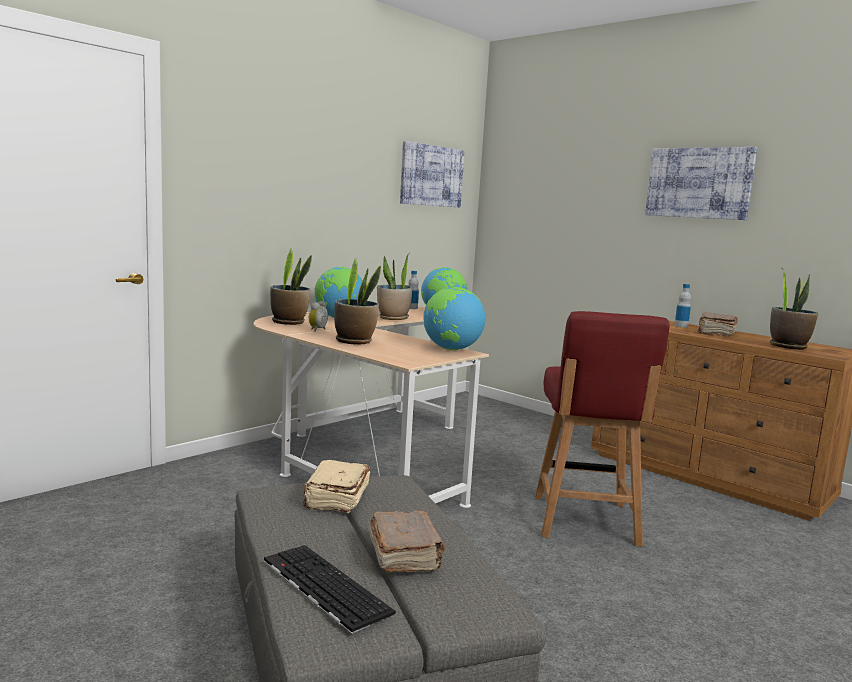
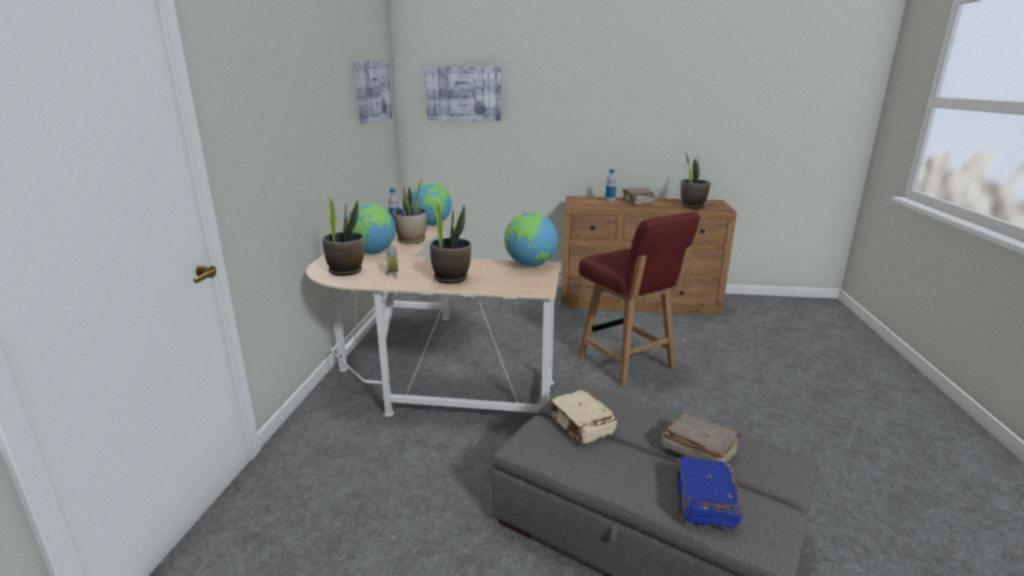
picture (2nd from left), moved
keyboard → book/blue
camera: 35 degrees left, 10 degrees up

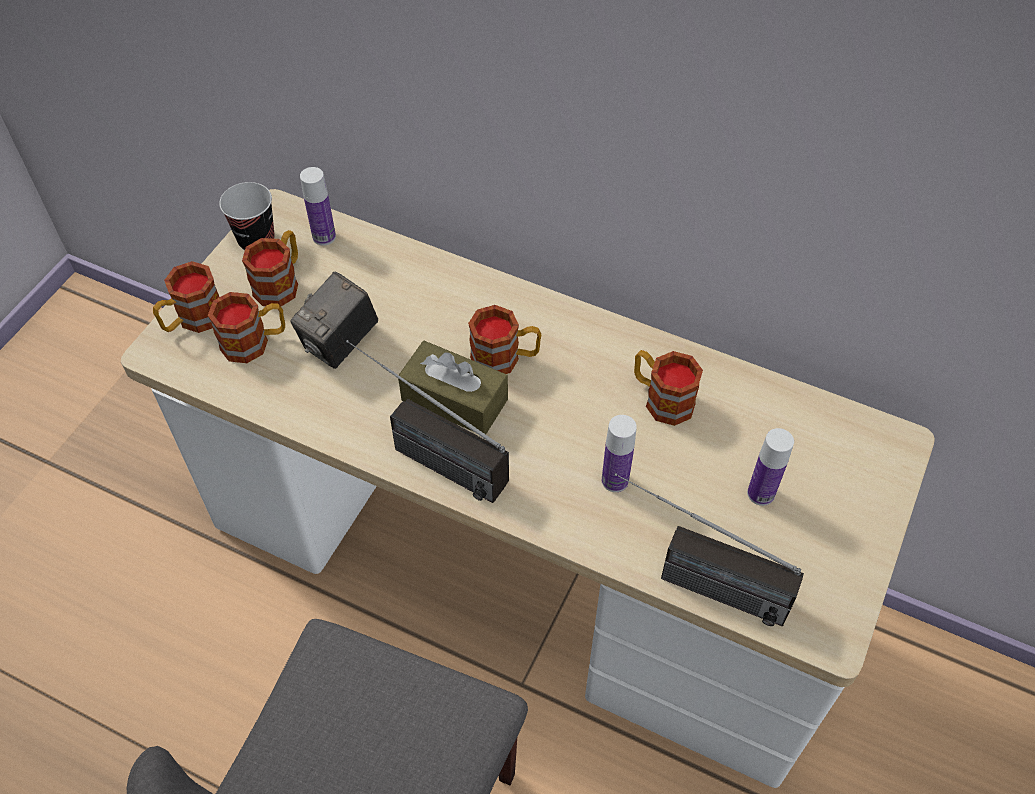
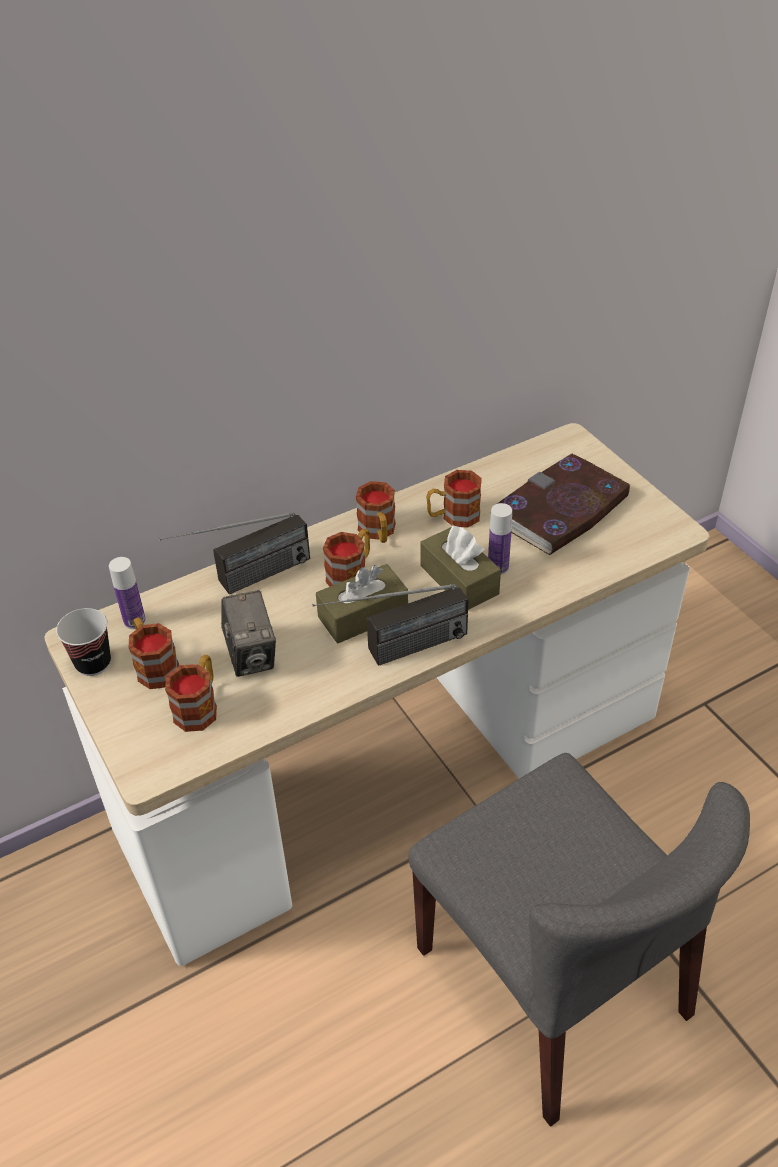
- → tissue box/brown (2nd from left)
mug (1st from left in the first image) → mug (4th from left), moved
radio (2nd from left in the first image) → radio (1st from left), moved
bottle (3rd from left) → book
camera: 55 degrees left, 10 degrees down

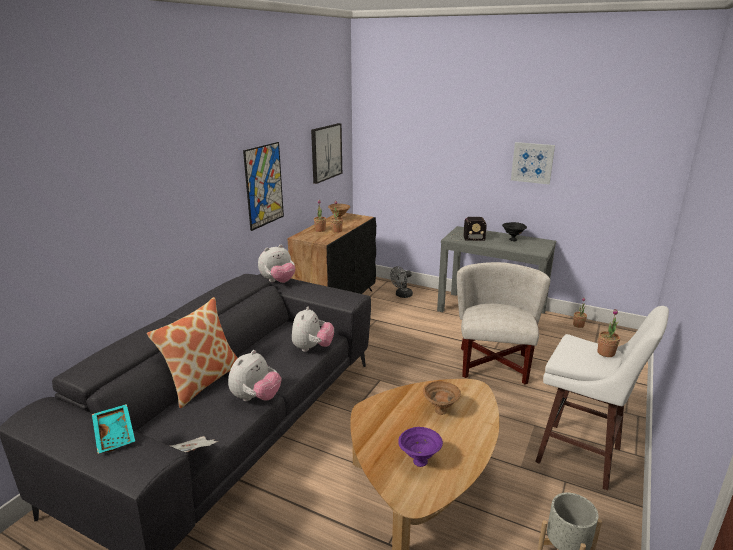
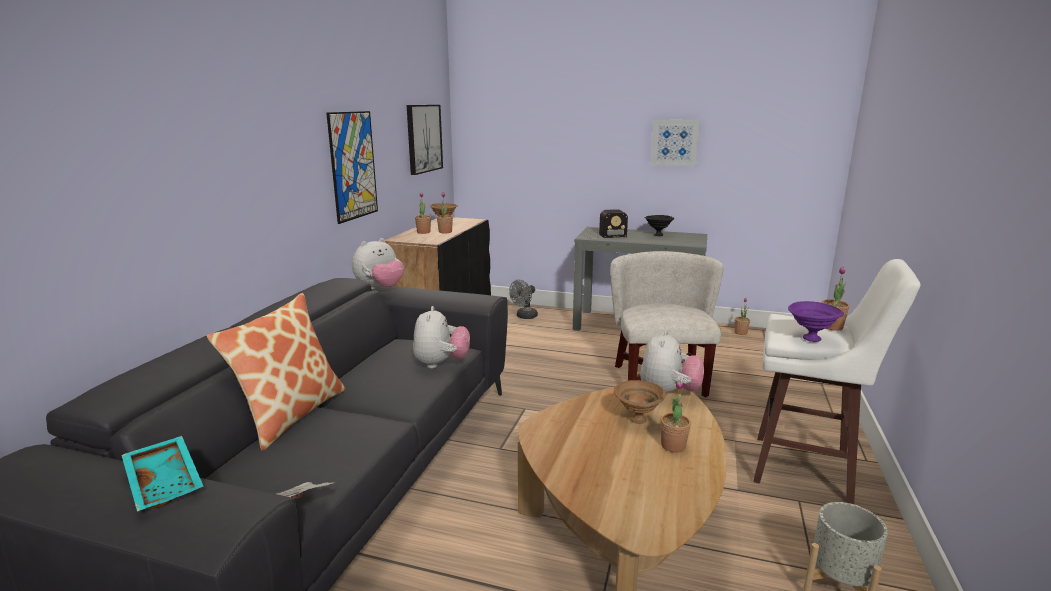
- → potted plant (3rd from left)
plush toy (1st from left in the first image) → plush toy (3rd from left), moved
bowl/purple, moved
camera: 10 degrees left, 5 degrees down

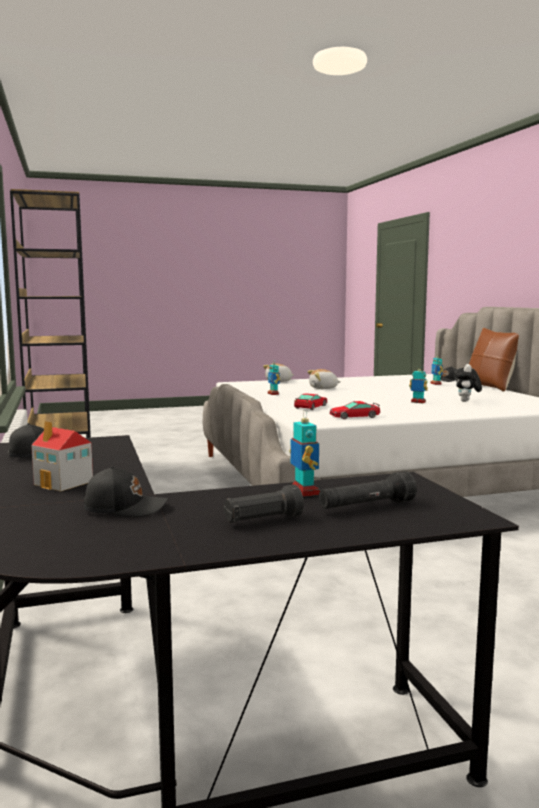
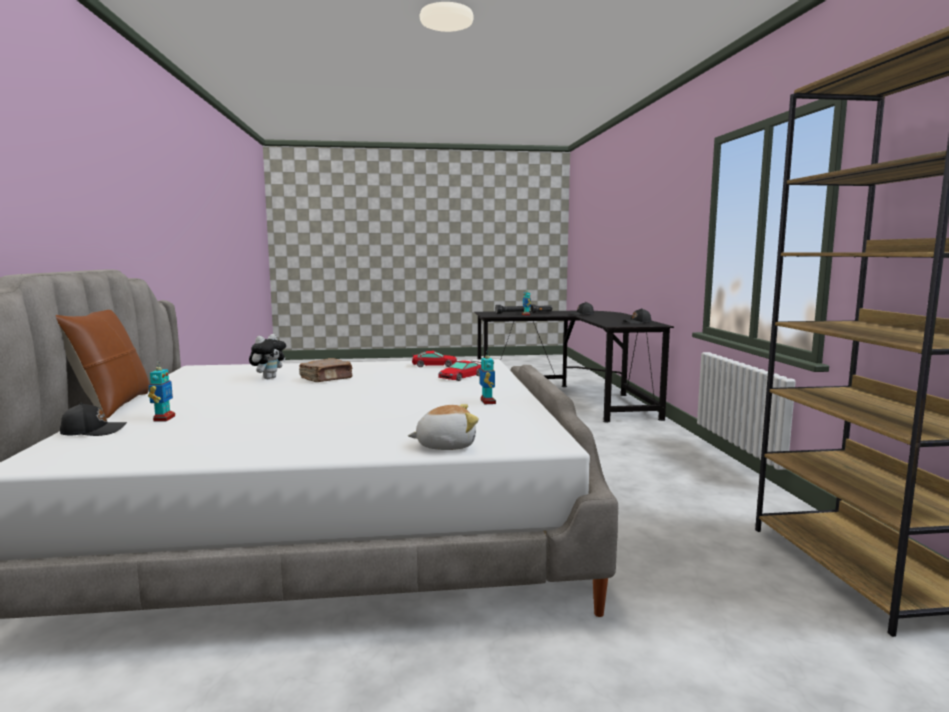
toy house → -
plush toy (2nd from left) → -
toy robot (3rd from left) → book/brown
camera: 170 degrees left, 0 degrees up

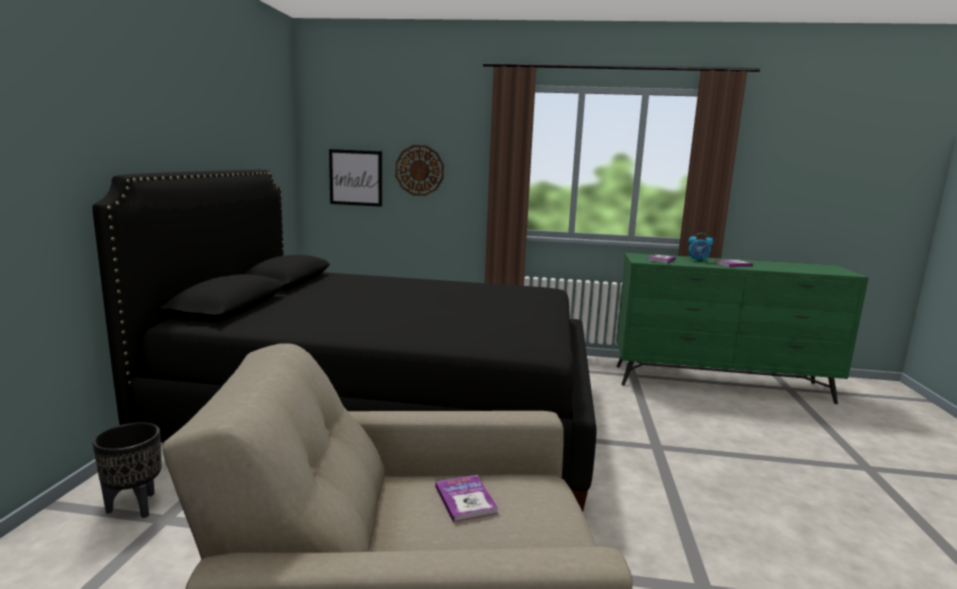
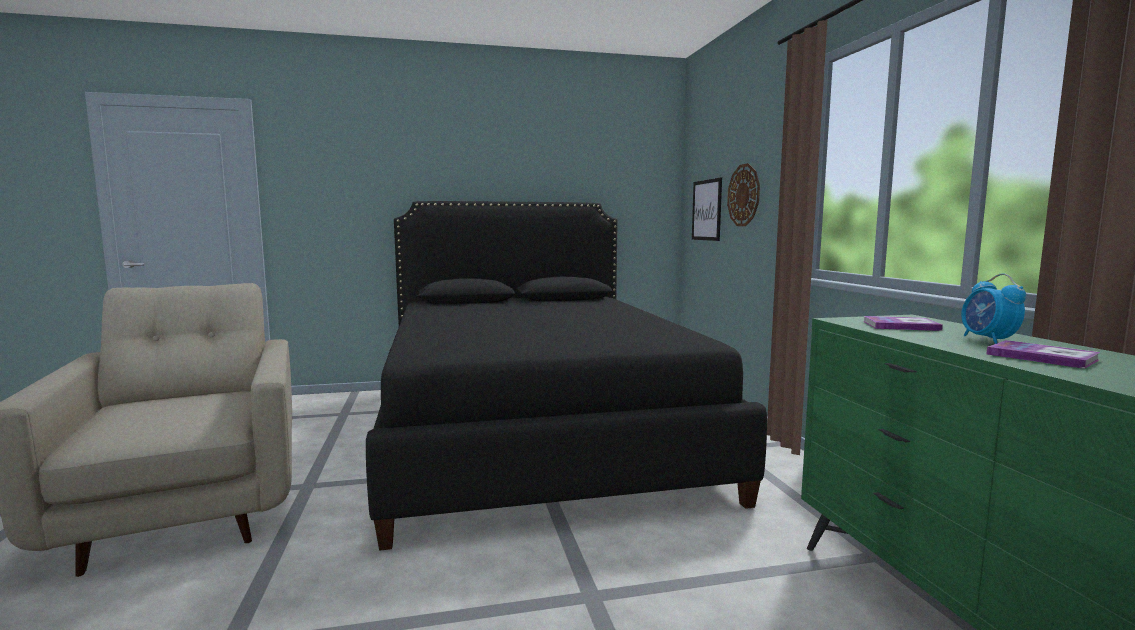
planter/black → -
book (1st from left) → -
camera: 70 degrees right, 5 degrees down

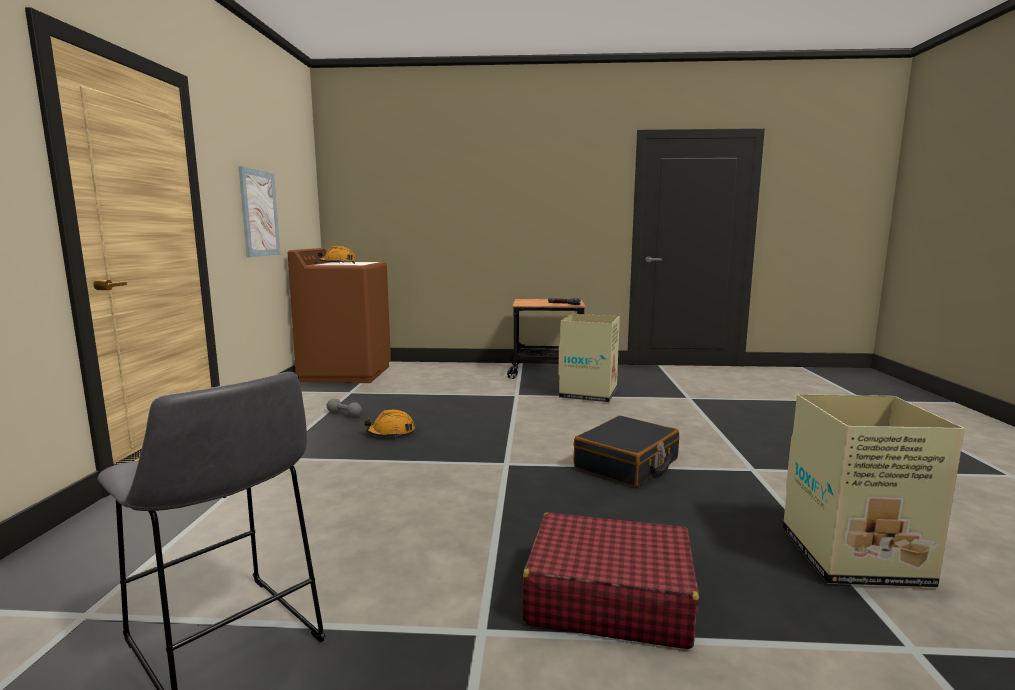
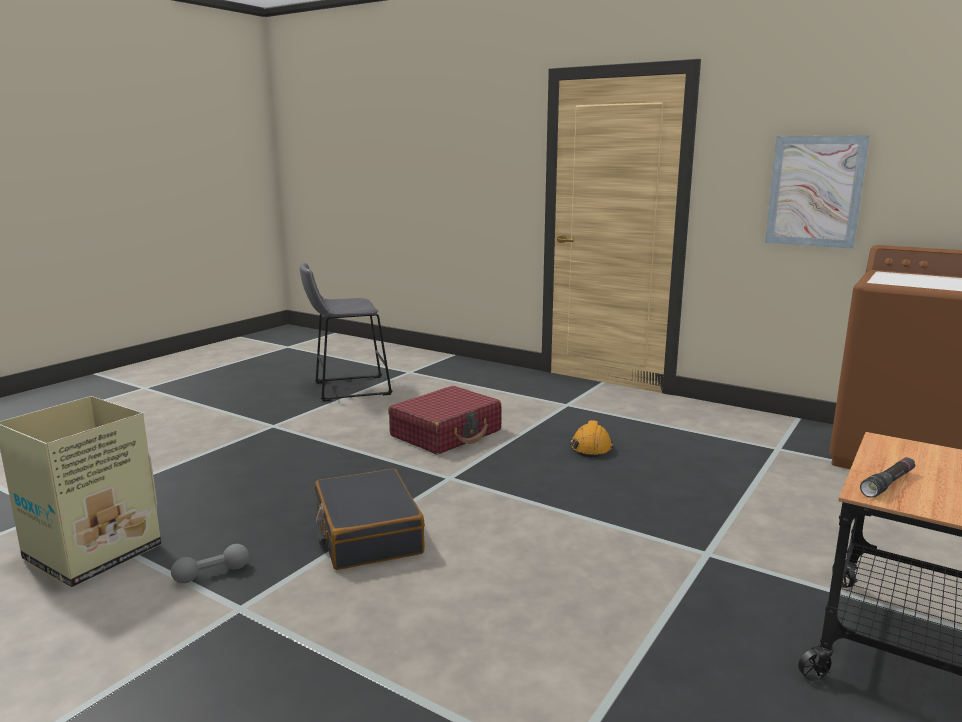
hard hat/orange (1st from left) → -
cardboard box (1st from left) → -
dumbbell/grey, moved
suitcase/red, moved
camera: 120 degrees right, 5 degrees up

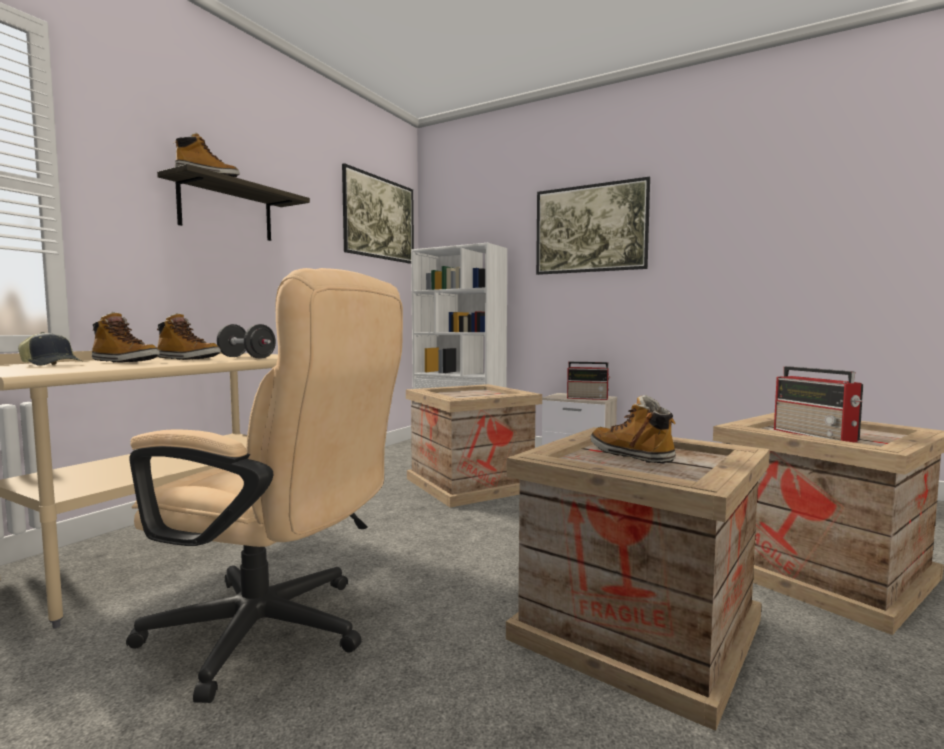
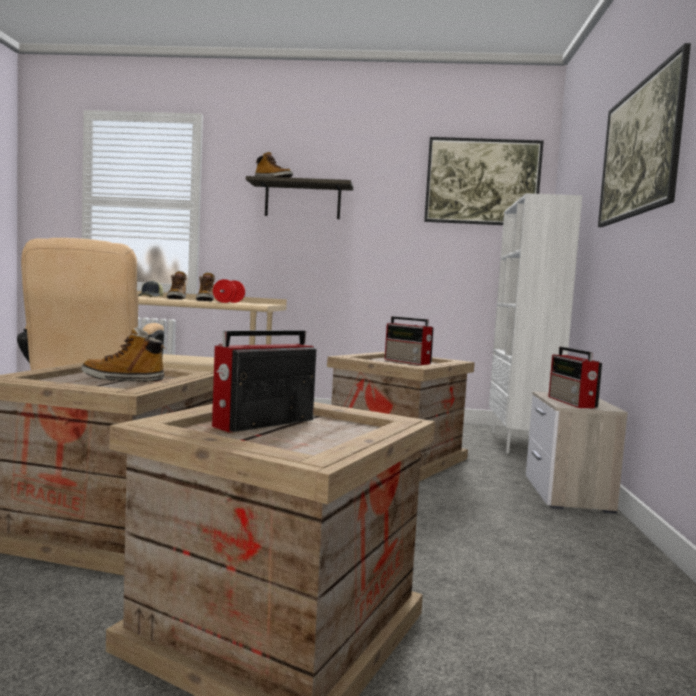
- → radio (2nd from left)
dumbbell/black → dumbbell/red
boot (4th from left in the first image) → boot (1st from left), 120 degrees counterclockwise
camera: 65 degrees right, 0 degrees up

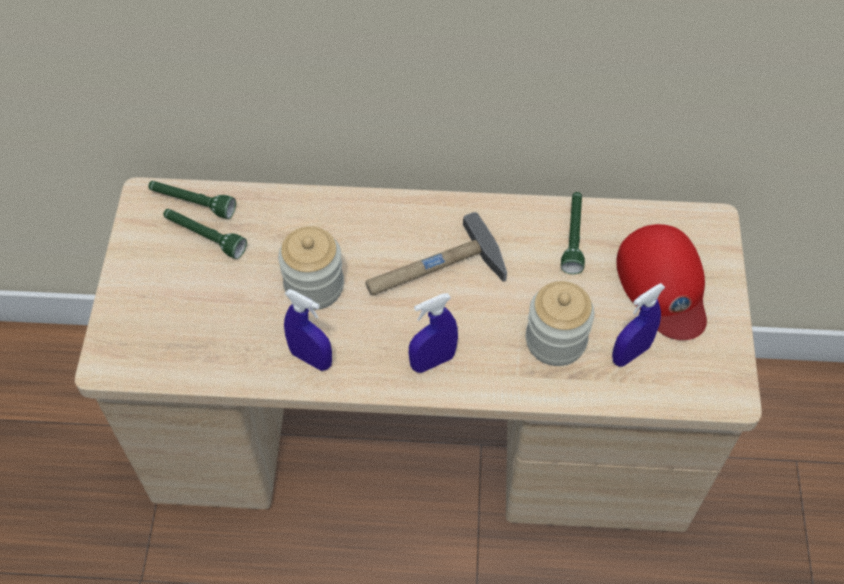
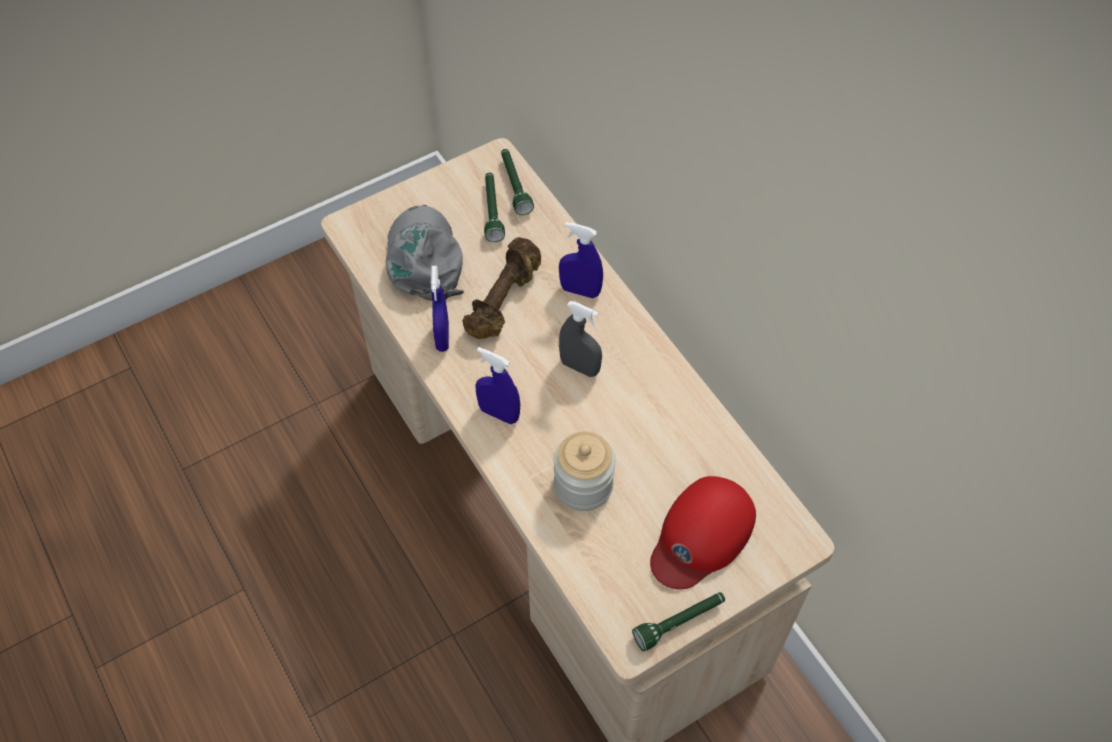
- → cap/grey
flashlight/green (3rd from left), moved
spray bottle/blue (3rd from left), moved
jar (1st from left) → dumbbell/brown
hammer → spray bottle/grey
camera: 55 degrees right, 0 degrees up

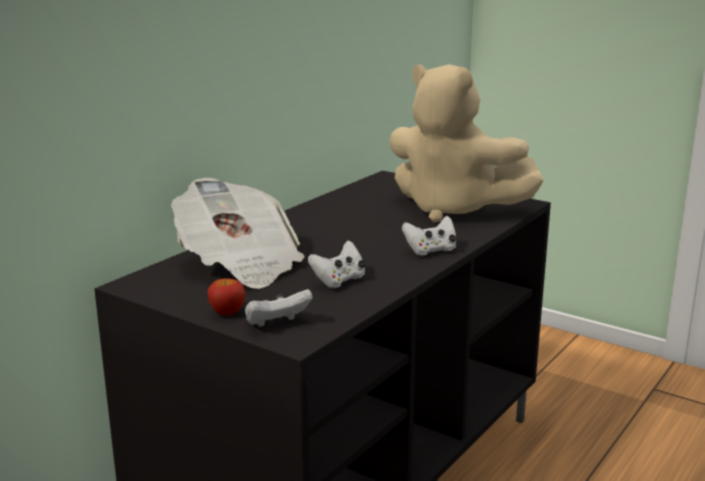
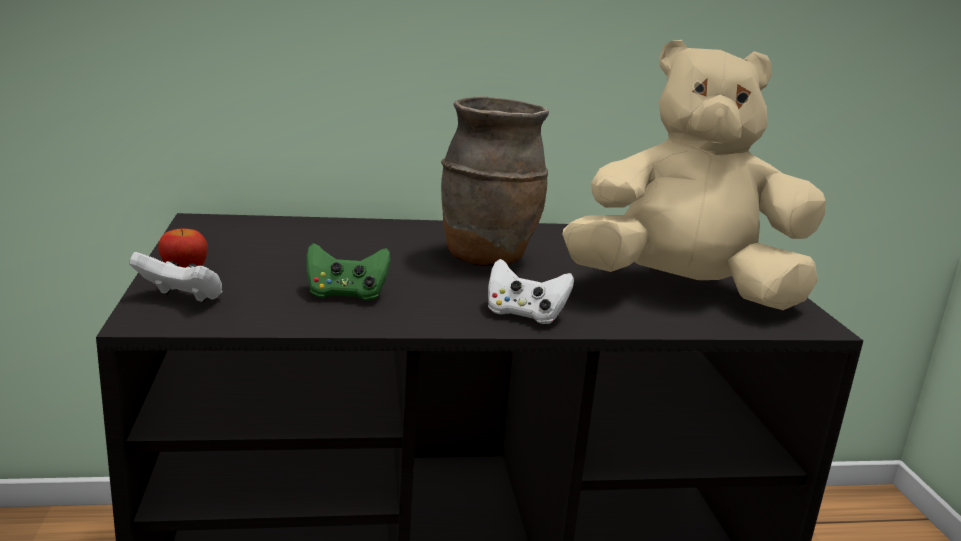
newspaper → -
- → vase/brown
game controller/white (2nd from left) → game controller/green
plush toy/beige, 105 degrees clockwise
camera: 45 degrees right, 0 degrees up

